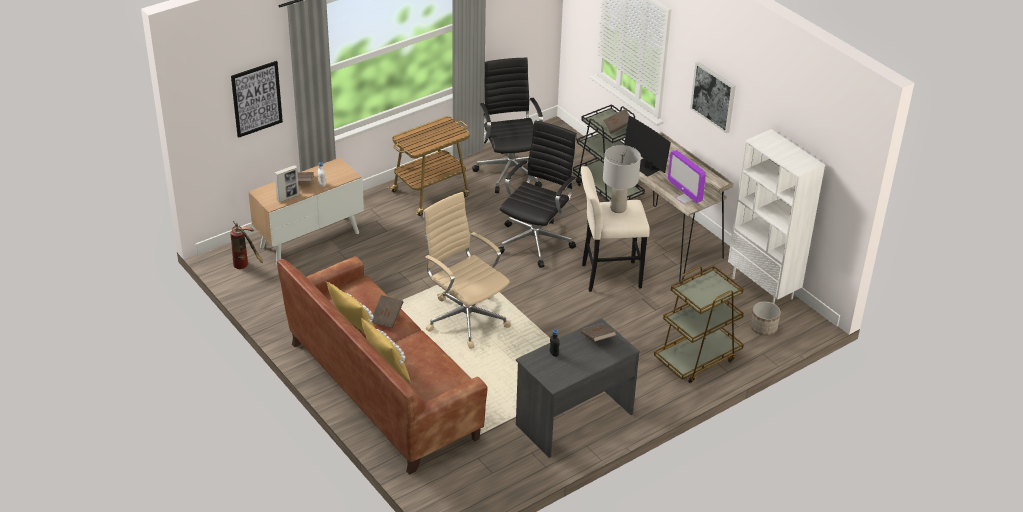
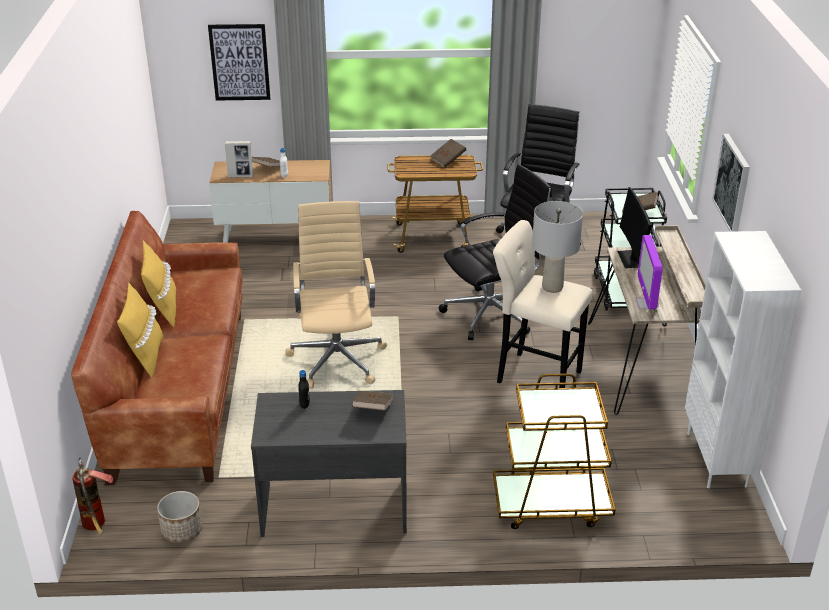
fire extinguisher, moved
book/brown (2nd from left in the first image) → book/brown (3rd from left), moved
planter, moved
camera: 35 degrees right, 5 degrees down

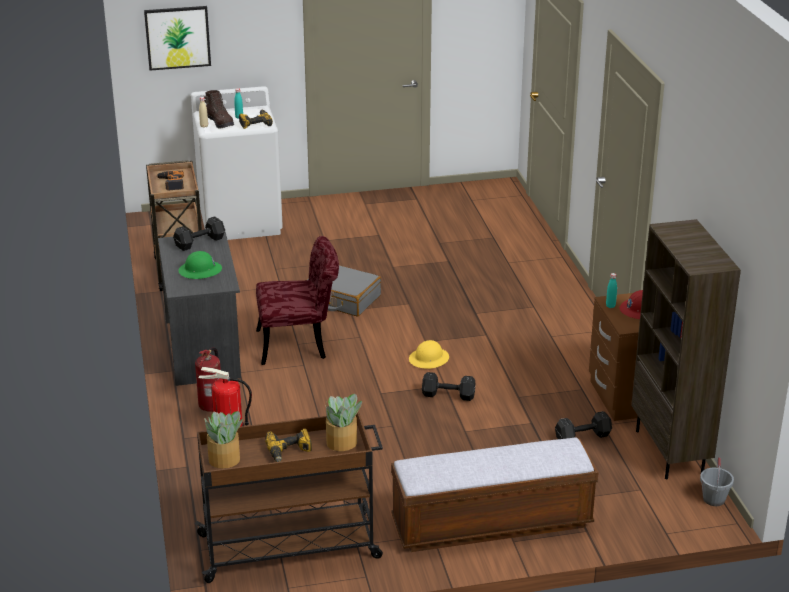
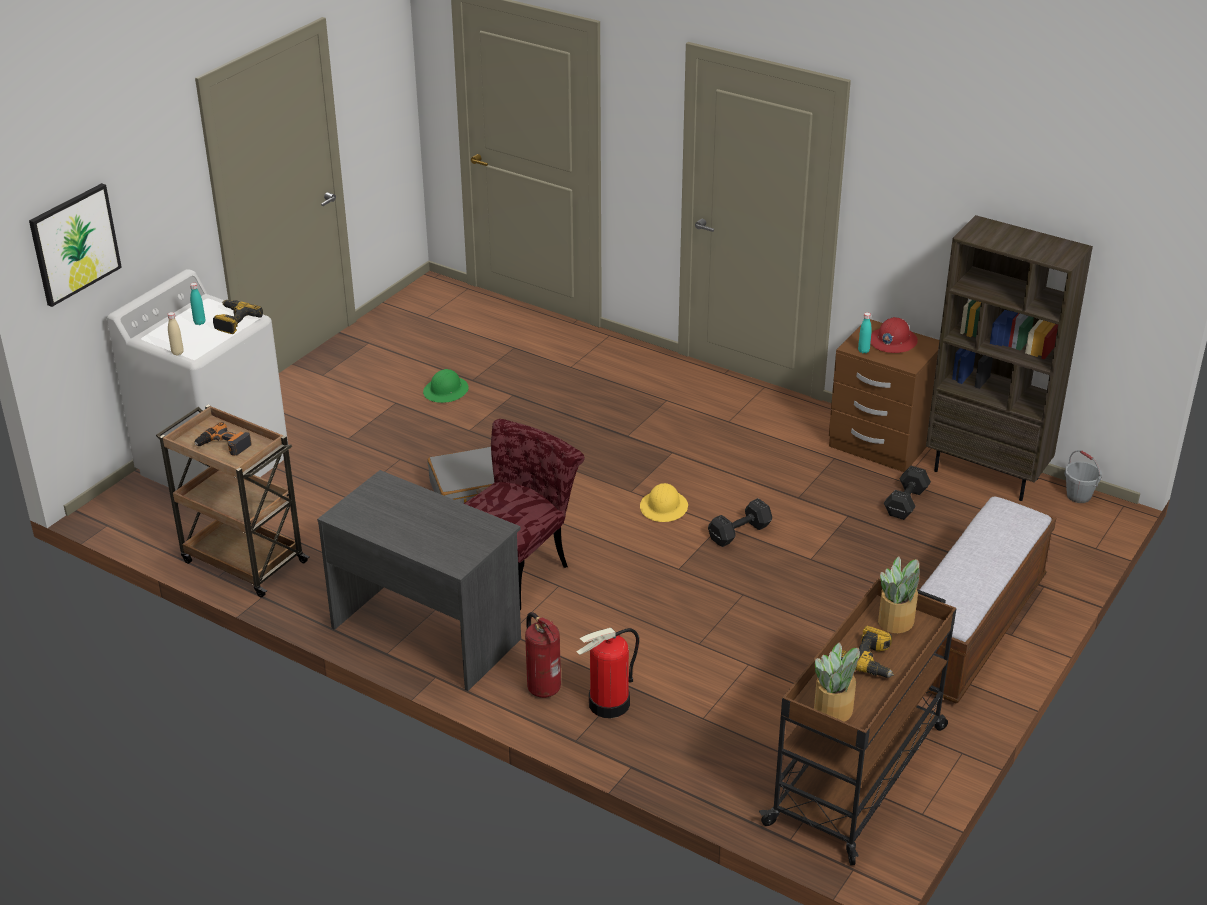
dumbbell/black (1st from left) → -
boot/brown → -
hard hat/green, moved
camera: 45 degrees left, 5 degrees up

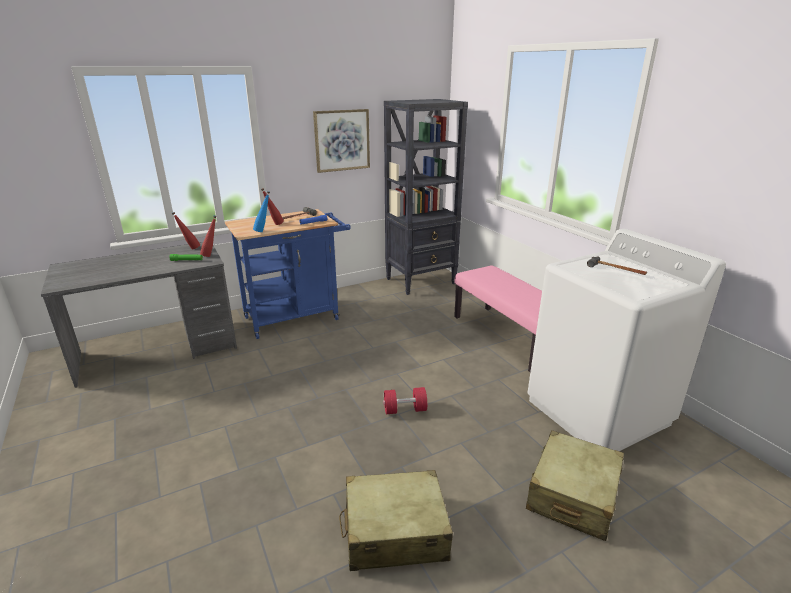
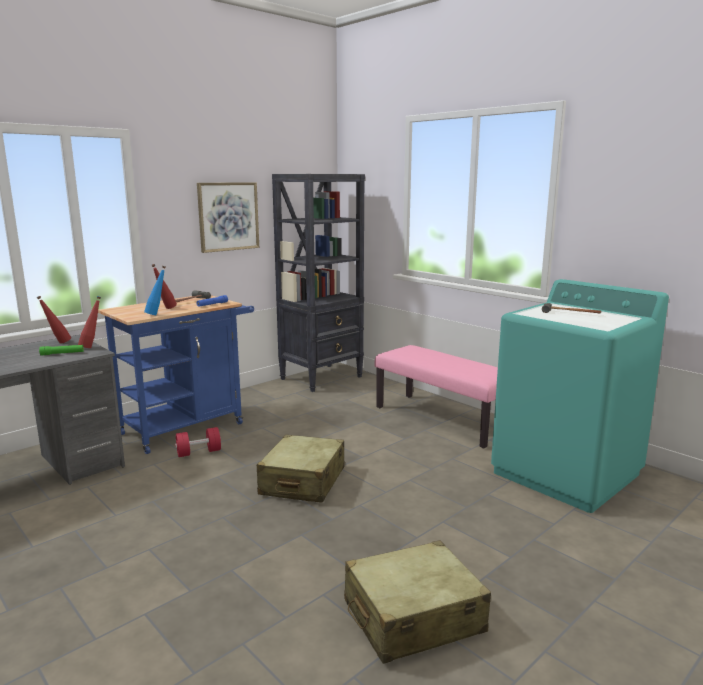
dumbbell/red, moved
suitcase/beige (2nd from left in the first image) → suitcase/beige (1st from left), moved
washing machine/white → washing machine/turquoise
camera: 15 degrees left, 10 degrees down

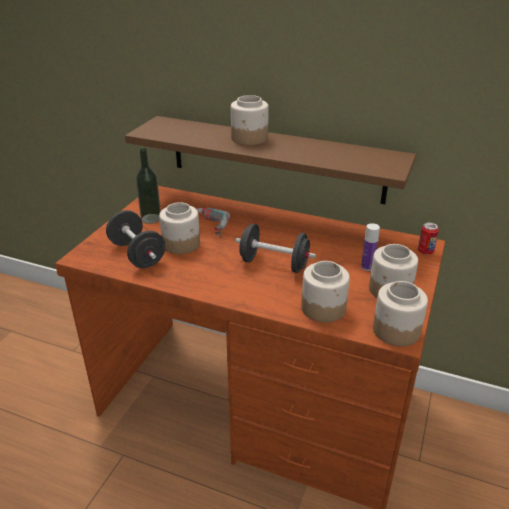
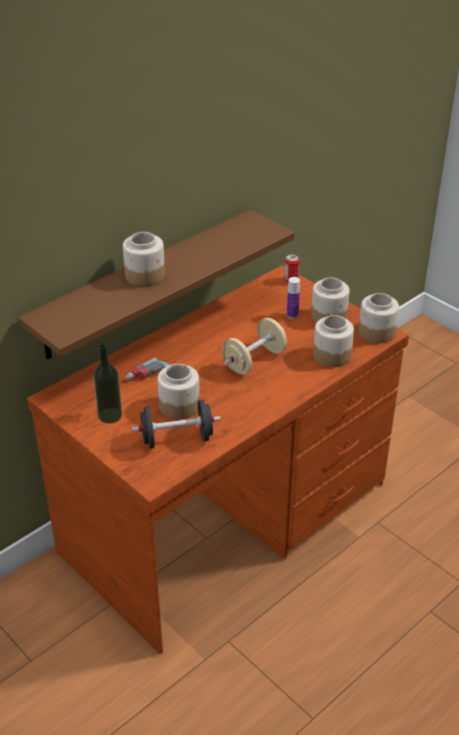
dumbbell/black (2nd from left) → dumbbell/beige
camera: 65 degrees left, 5 degrees up

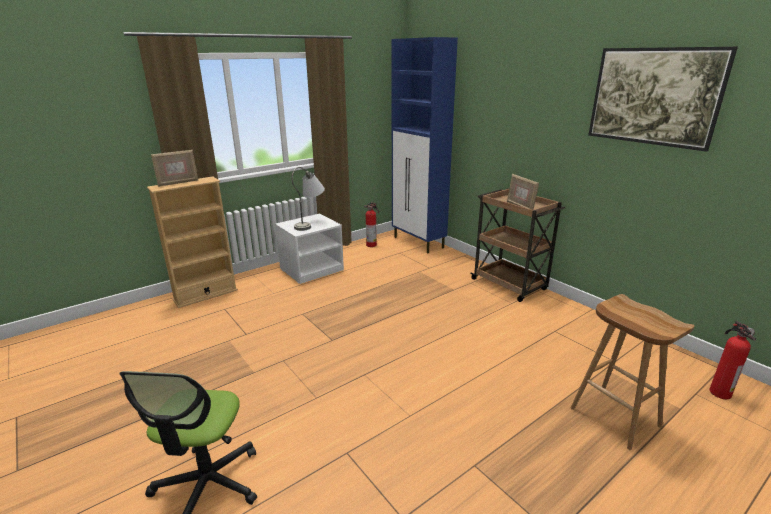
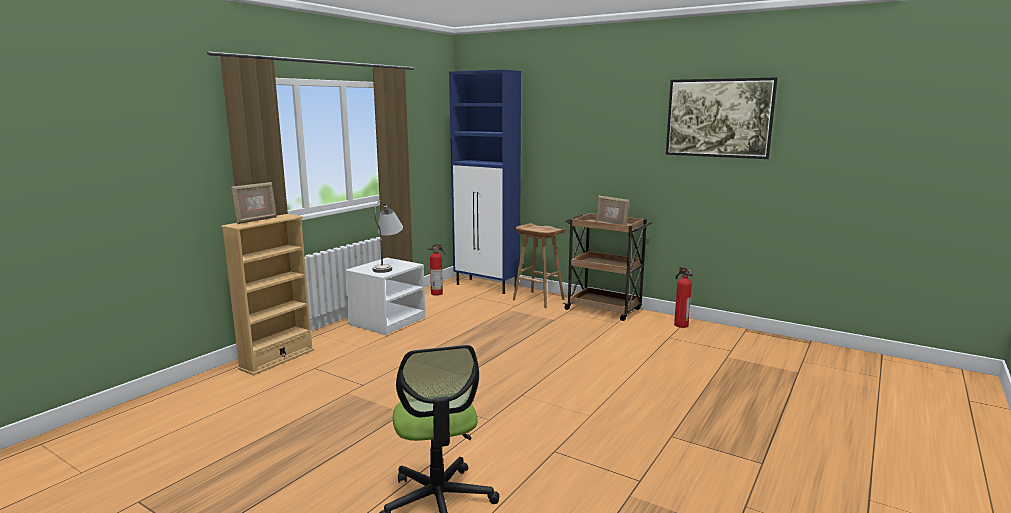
stool/brown, moved
fire extinguisher (2nd from left), moved
camera: 20 degrees left, 10 degrees down

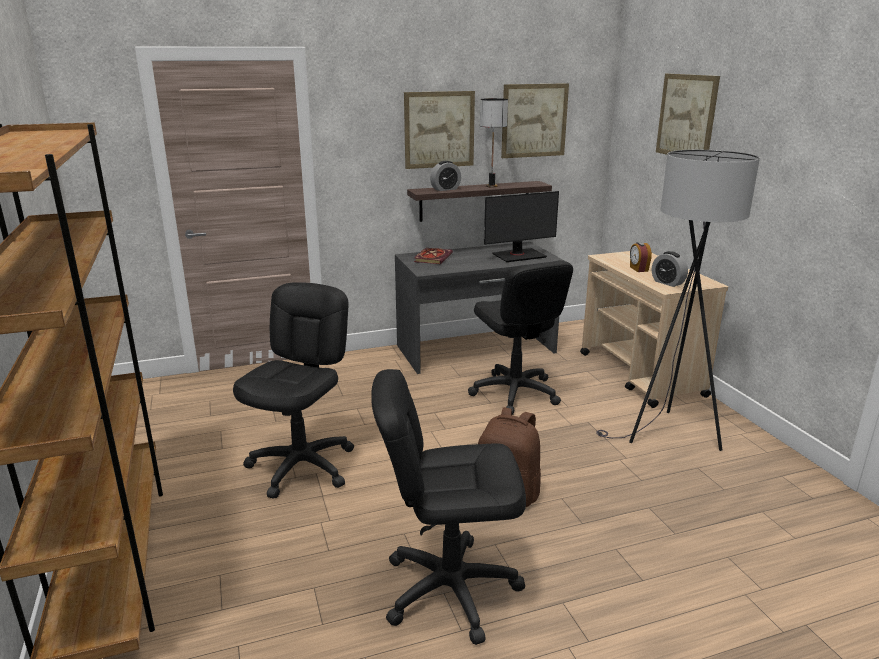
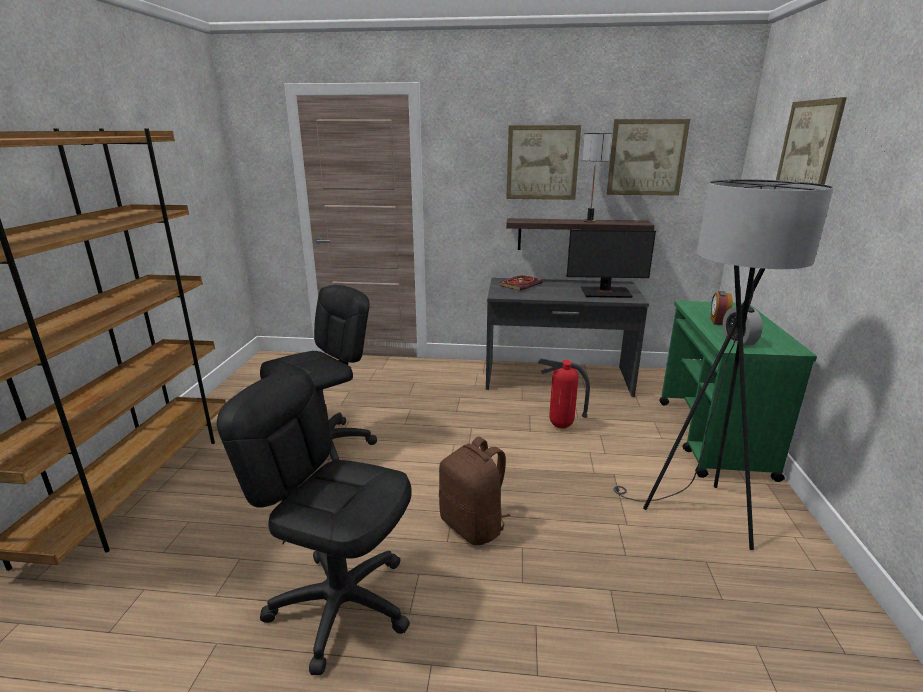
alarm clock (1st from left) → -
office chair/black (3rd from left) → fire extinguisher
cart/beige → cart/green
camera: 25 degrees right, 0 degrees up

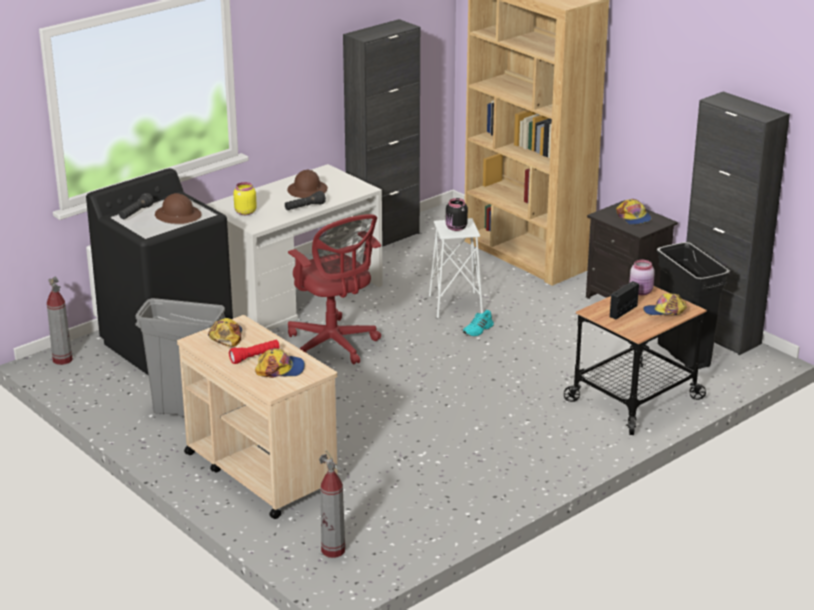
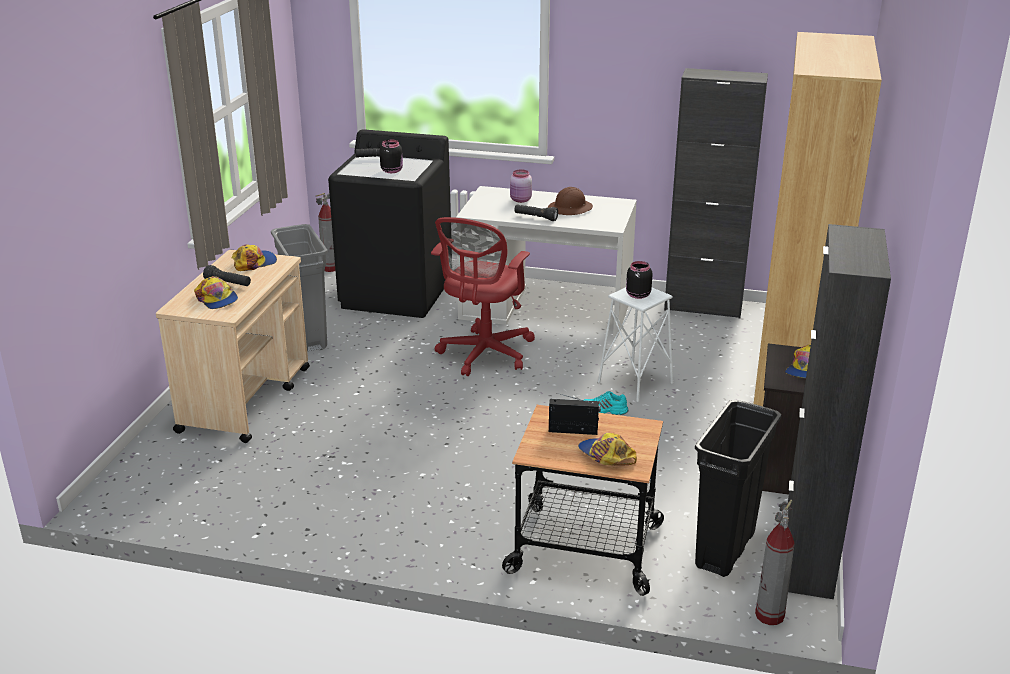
jar/yellow → -
fire extinguisher (2nd from left), moved
jar/pink, moved
hard hat/brown (1st from left) → jar/black (1st from left)
flashlight/red → flashlight/black (1st from left)
camera: 55 degrees right, 0 degrees up

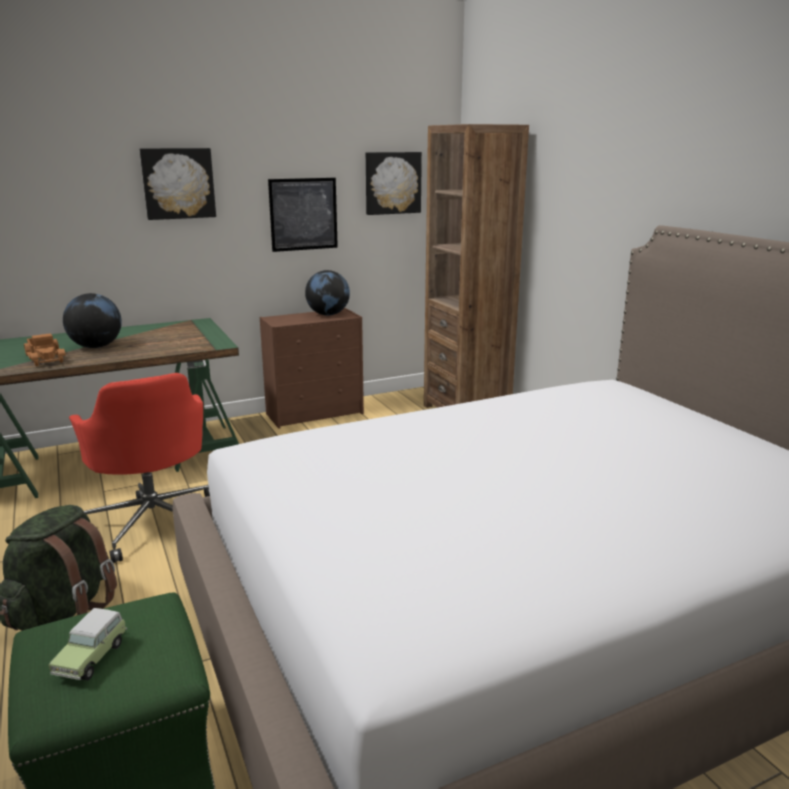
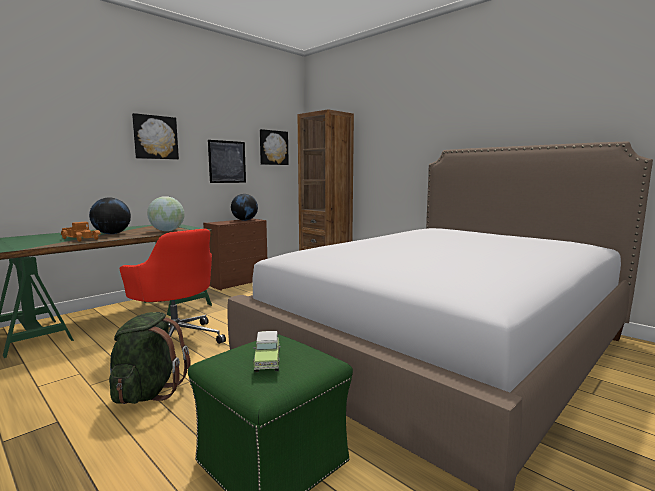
- → globe (2nd from left)
camera: 20 degrees left, 10 degrees down

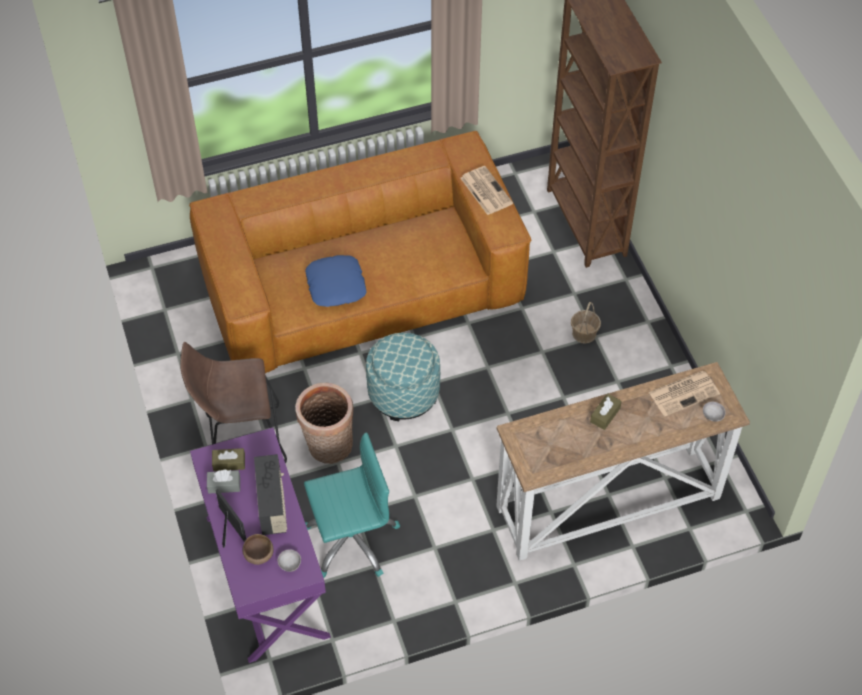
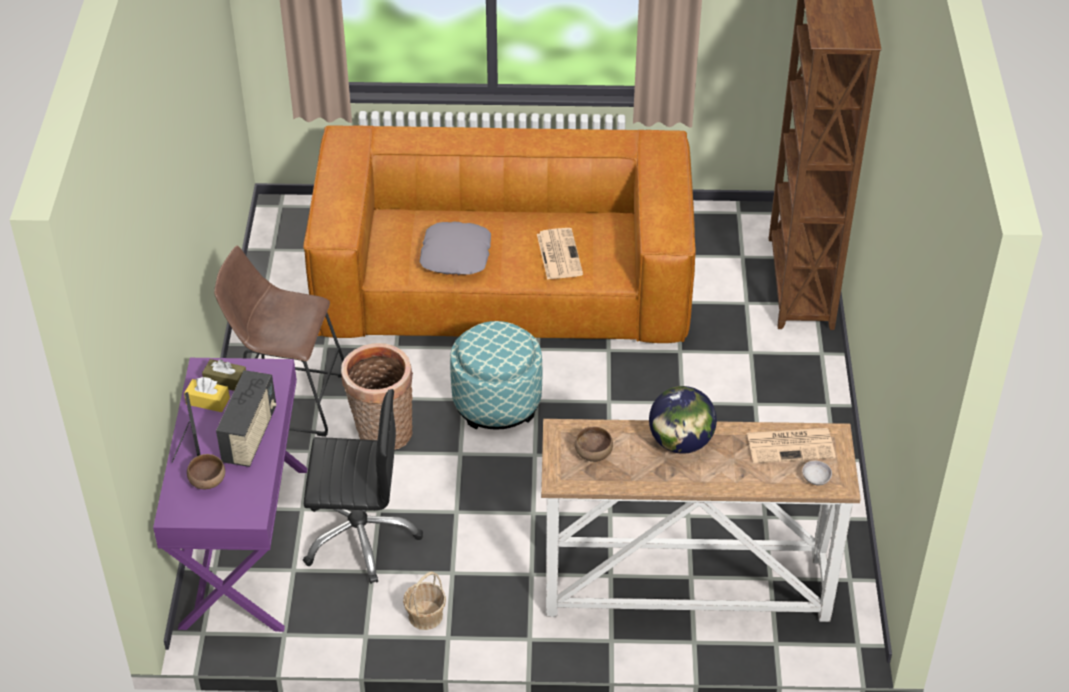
bowl/grey (1st from left) → -
- → bowl/brown (2nd from left)
newspaper (1st from left), moved
basket (2nd from left), moved
tissue box/brown (2nd from left) → globe
tissue box/grey → tissue box/yellow
office chair/turquoise → office chair/black
pillow/blue → pillow/grey
camera: 20 degrees right, 10 degrees down

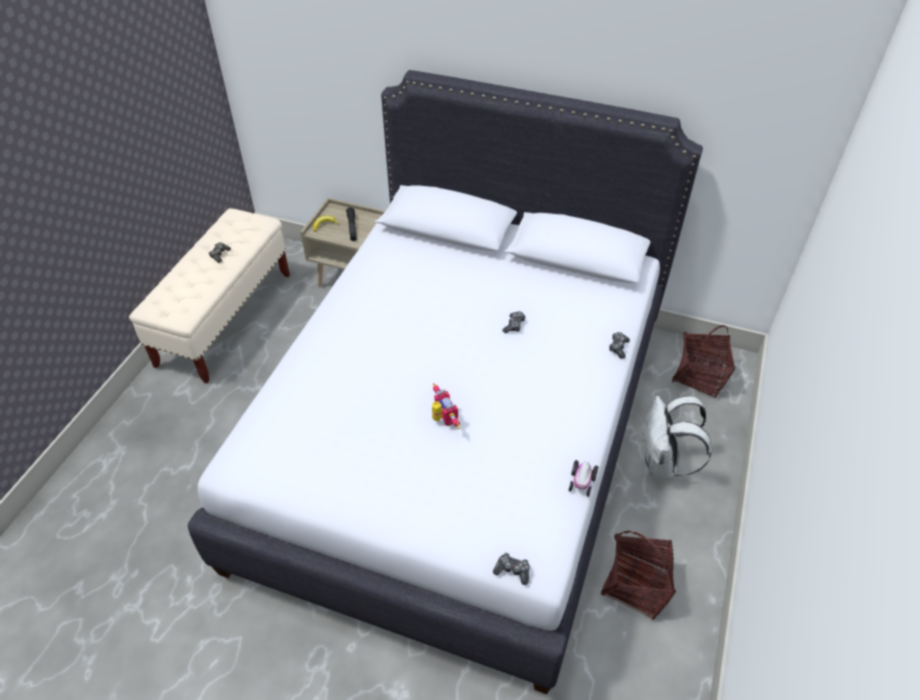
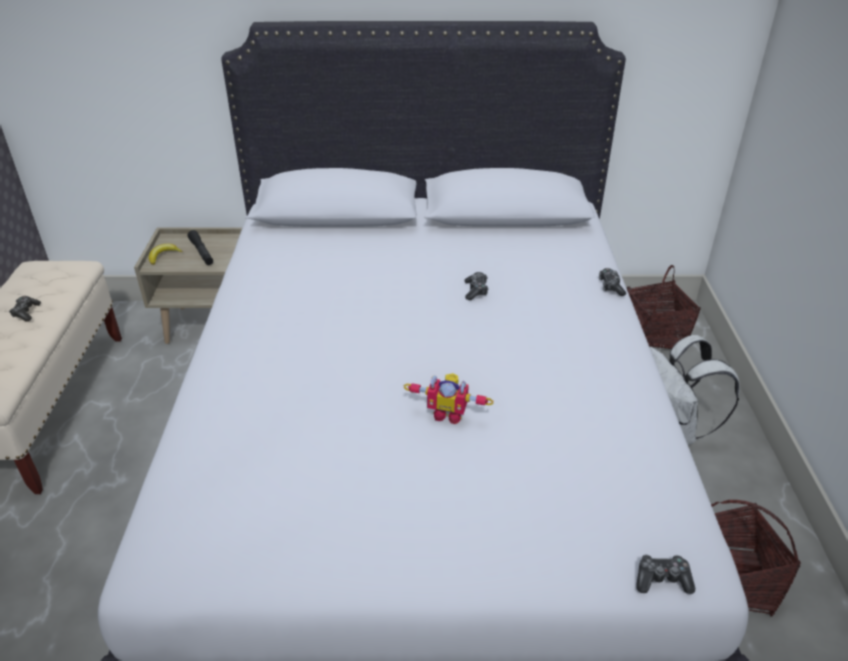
toy car → -
toy robot, 150 degrees clockwise
camera: 20 degrees left, 10 degrees down

